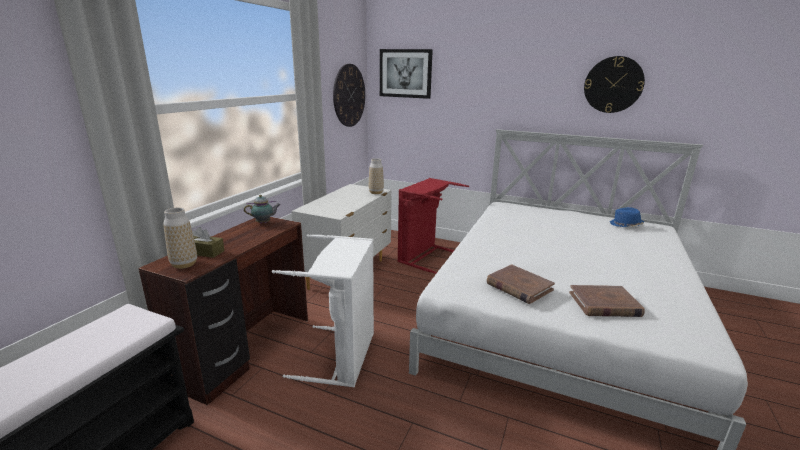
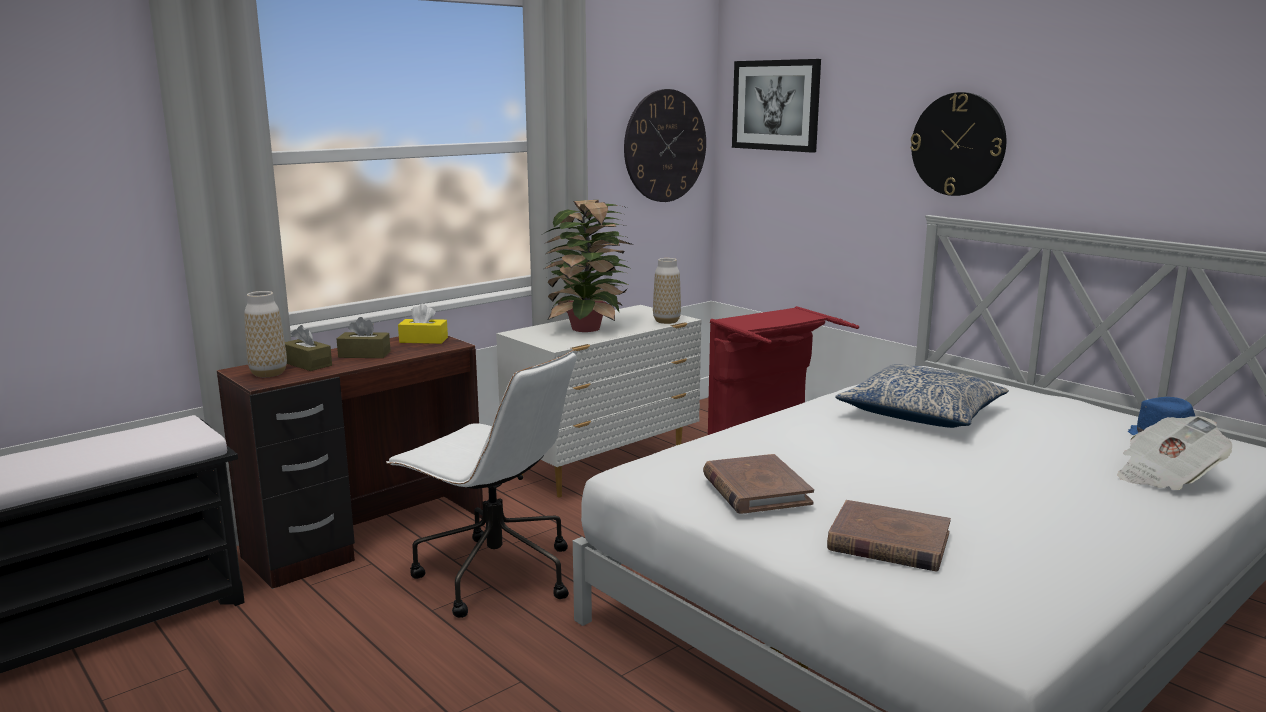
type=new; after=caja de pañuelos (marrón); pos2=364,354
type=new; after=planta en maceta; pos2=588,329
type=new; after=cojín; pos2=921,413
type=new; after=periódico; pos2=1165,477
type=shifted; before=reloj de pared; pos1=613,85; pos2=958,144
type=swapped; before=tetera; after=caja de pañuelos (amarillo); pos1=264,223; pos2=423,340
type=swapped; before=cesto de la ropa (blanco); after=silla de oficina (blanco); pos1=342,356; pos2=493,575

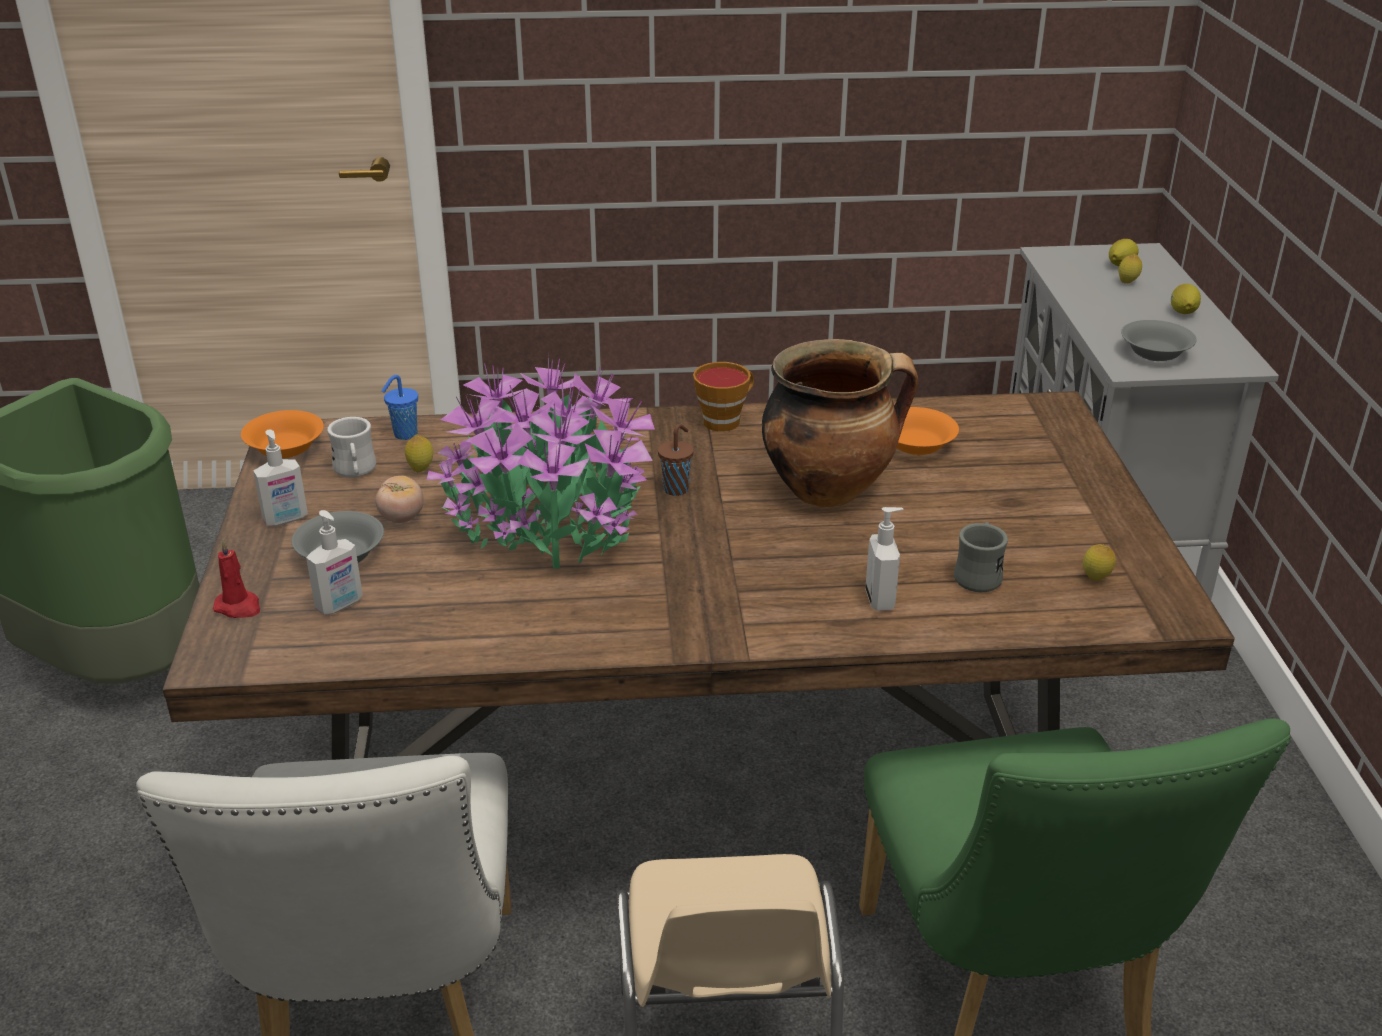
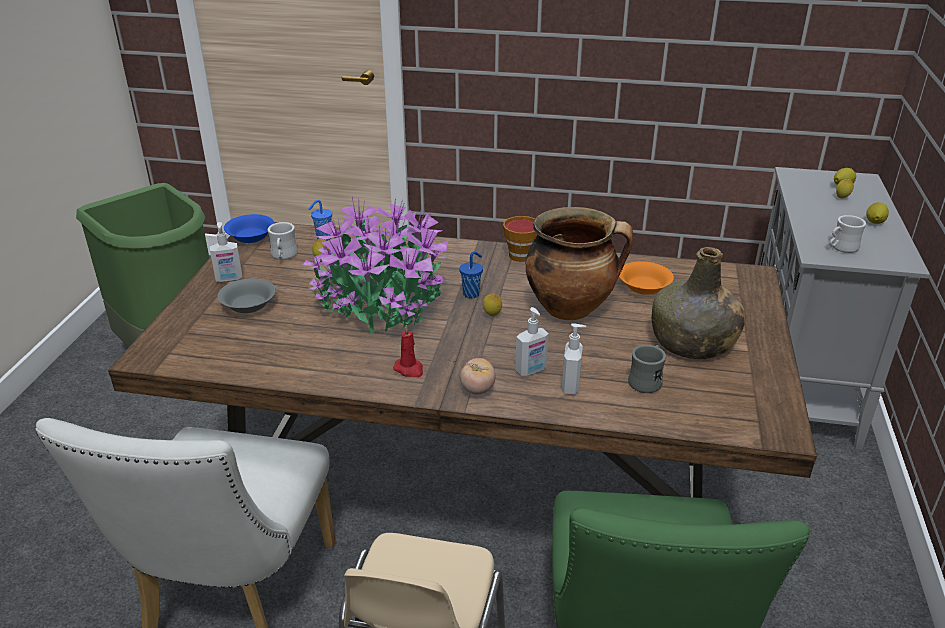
type=new; after=botella (verde); pos2=692,343
type=shifted; before=vela (rojo); pos1=239,607; pos2=409,369
type=shifted; before=dispensador de jabón; pos1=340,605; pos2=531,371
type=shifted; before=tomate; pos1=402,518; pos2=477,389
type=shifted; before=limón; pos1=1095,580; pos2=492,316
type=swapped; before=cuenco (gris); after=taza grande (blanco); pos1=1155,354; pos2=841,248
type=repainted; before=cuenco (naranja); after=cuenco (azul); pos1=285,448; pos2=250,237
type=repainted; before=taza (marrón); after=taza (azul); pos1=677,489; pos2=472,294

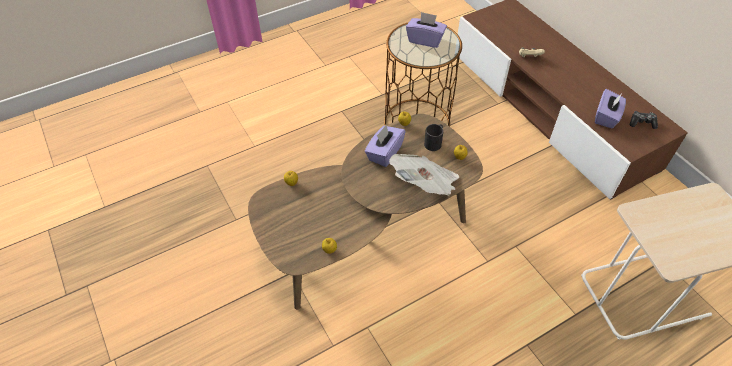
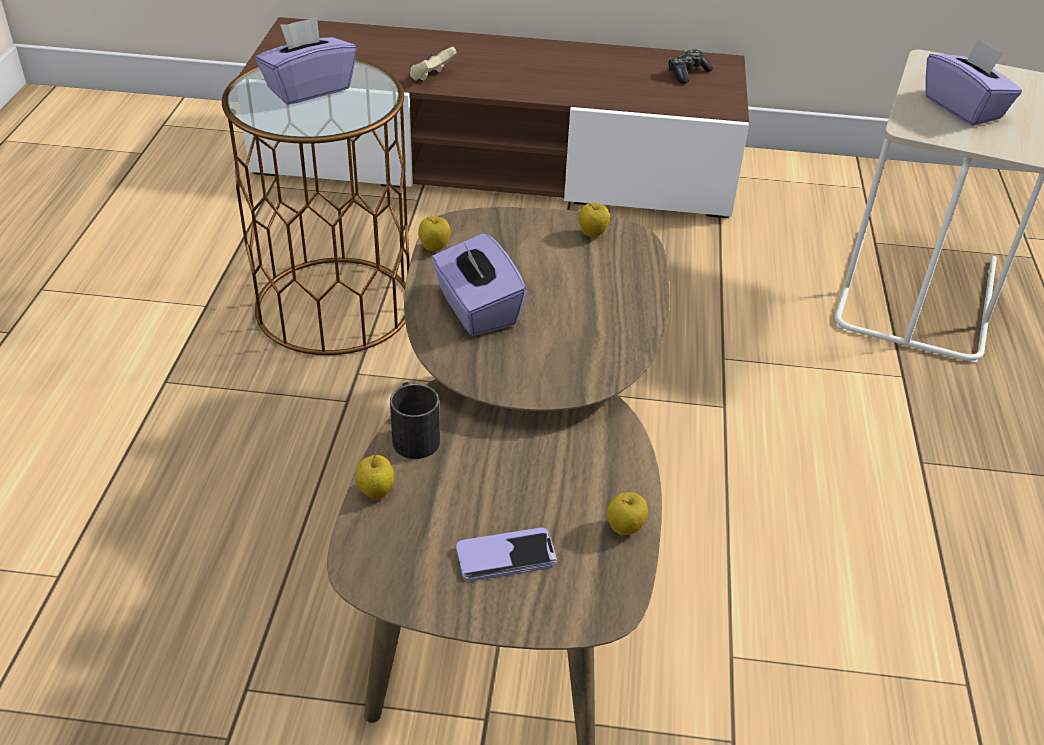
type=gone; before=periódico; pos1=425,185
type=new; after=móvil; pos2=506,556
type=shifted; before=taza grande (negro); pos1=434,142; pos2=413,434
type=shifted; before=caja de pañuelos (morado); pos1=606,117; pos2=963,108

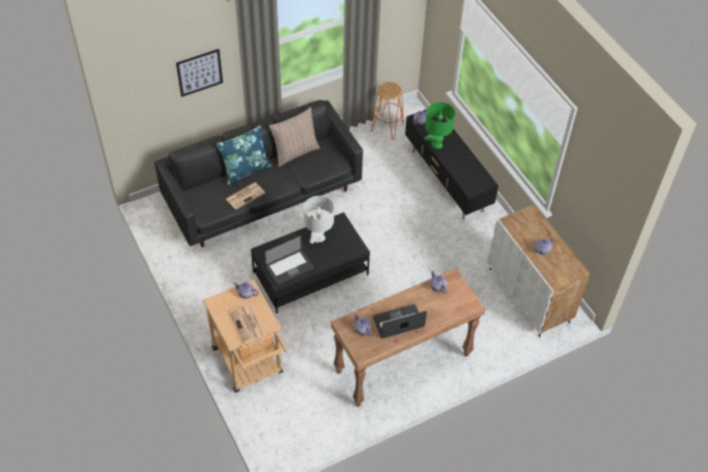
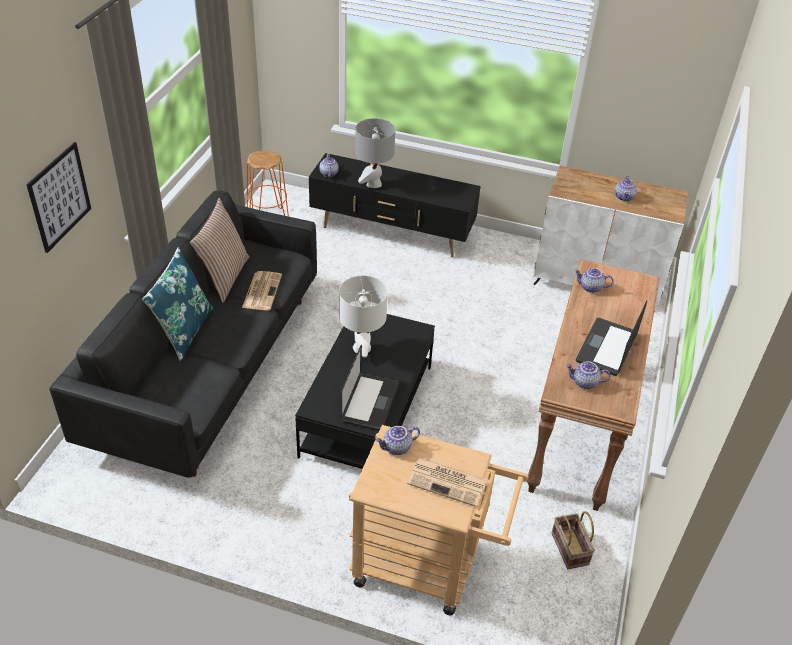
type=new; after=cesta; pos2=571,549
type=shifted; before=periódico; pos1=245,195; pos2=262,290
type=repainted; before=lámpara de mesa (verde); after=lámpara de mesa (gris); pos1=436,144; pos2=373,184

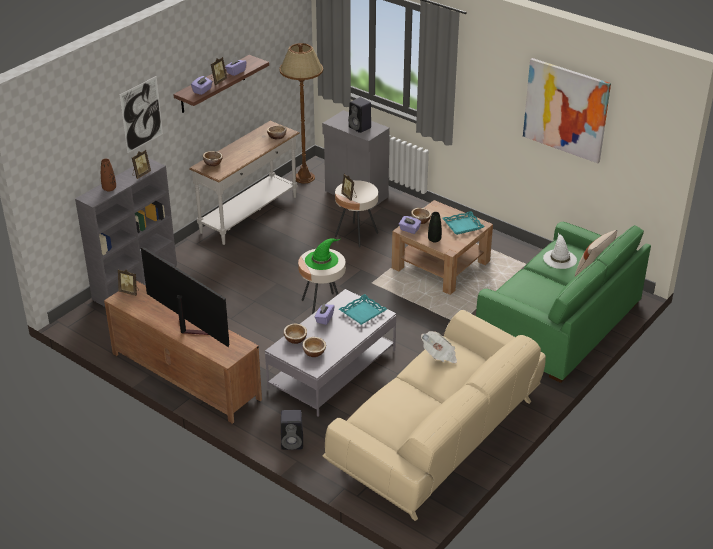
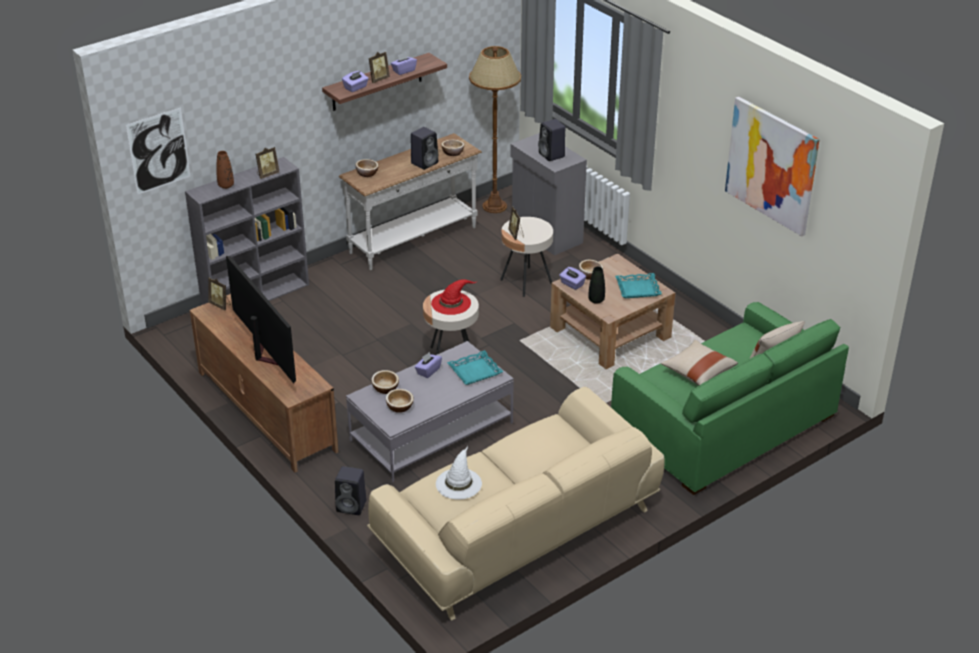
type=gone; before=periódico; pos1=439,355
type=new; after=altavoz (negro); pos2=425,162
type=new; after=cojín (beis); pos2=698,372
type=shifted; before=cuadro; pos1=141,114; pos2=158,151
type=shifted; before=sombrero (blanco); pos1=559,258; pos2=458,483
type=repainted; before=sombrero (verde); after=sombrero (rojo); pos1=322,259; pos2=451,303

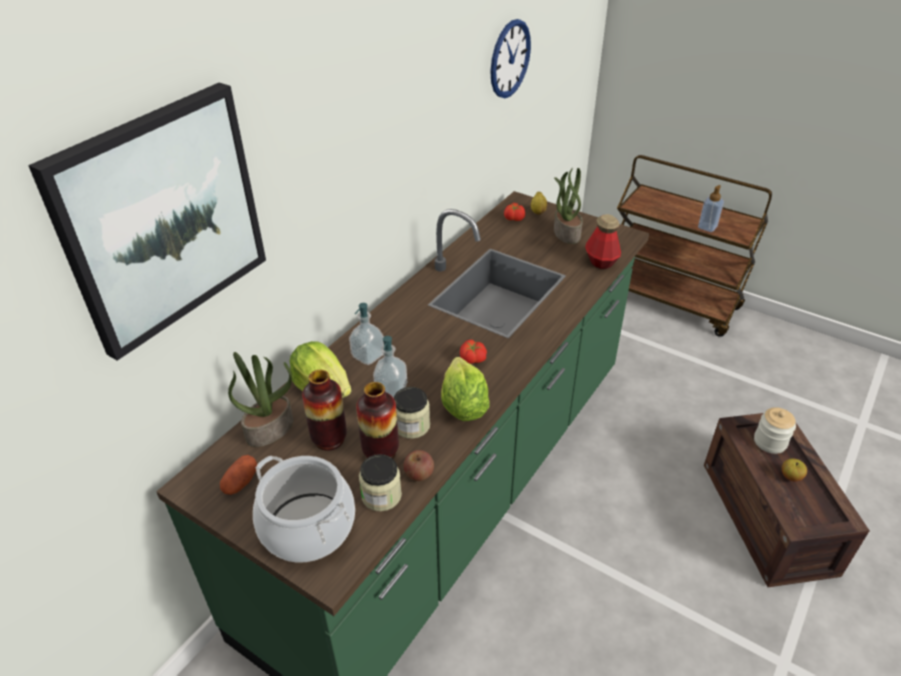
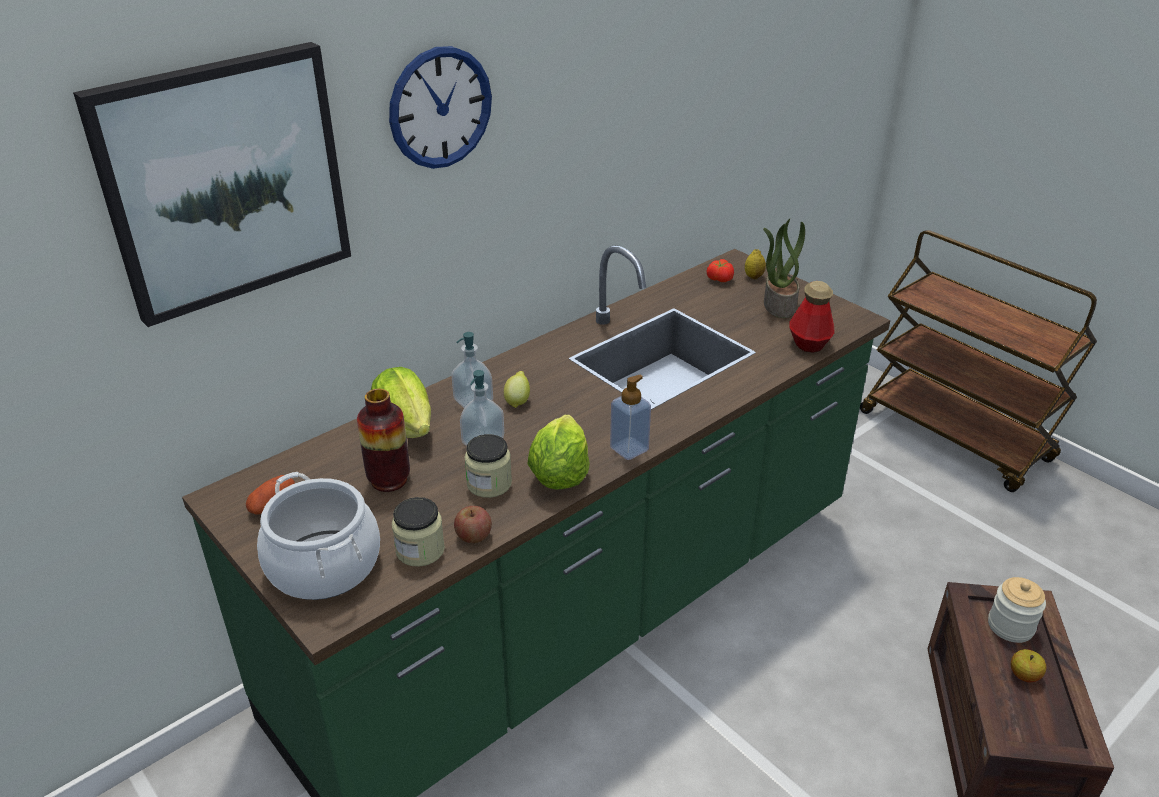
type=gone; before=planta en maceta; pos1=270,429
type=gone; before=florero; pos1=380,452
type=gone; before=tomate; pos1=472,359
type=new; after=limón; pos2=517,401
type=shifted; before=reloj de pared; pos1=509,59; pos2=440,108
type=shifted; before=dispensador de jabón; pos1=707,227; pos2=629,449

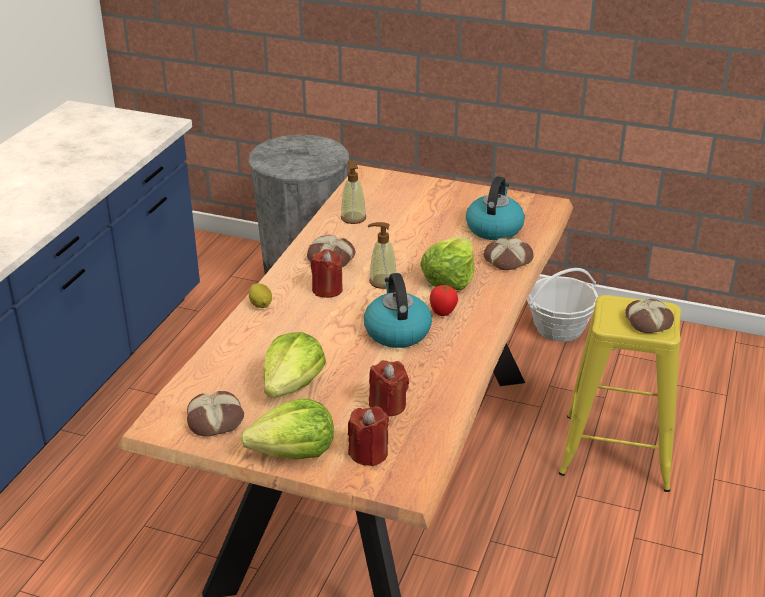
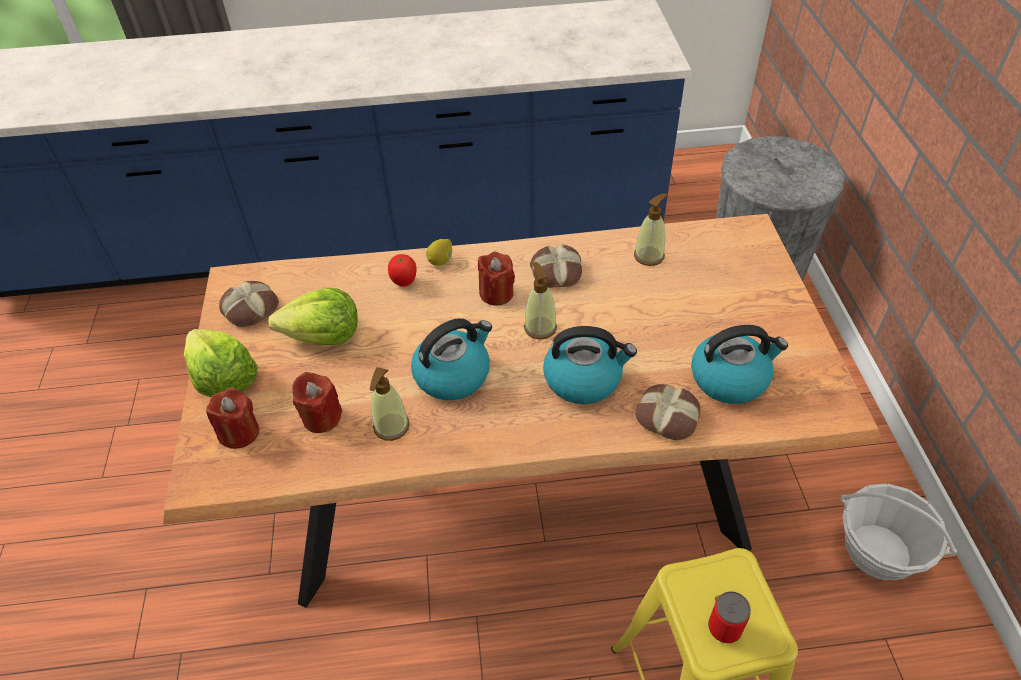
type=new; after=dispensador de jabón; pos2=391,427
type=shifted; before=tomate; pos1=442,313; pos2=404,282
type=swapped; before=lechuga; after=hervidor; pos1=449,279; pos2=584,379
type=swapped; before=pan; after=lata; pos1=649,321; pos2=724,628

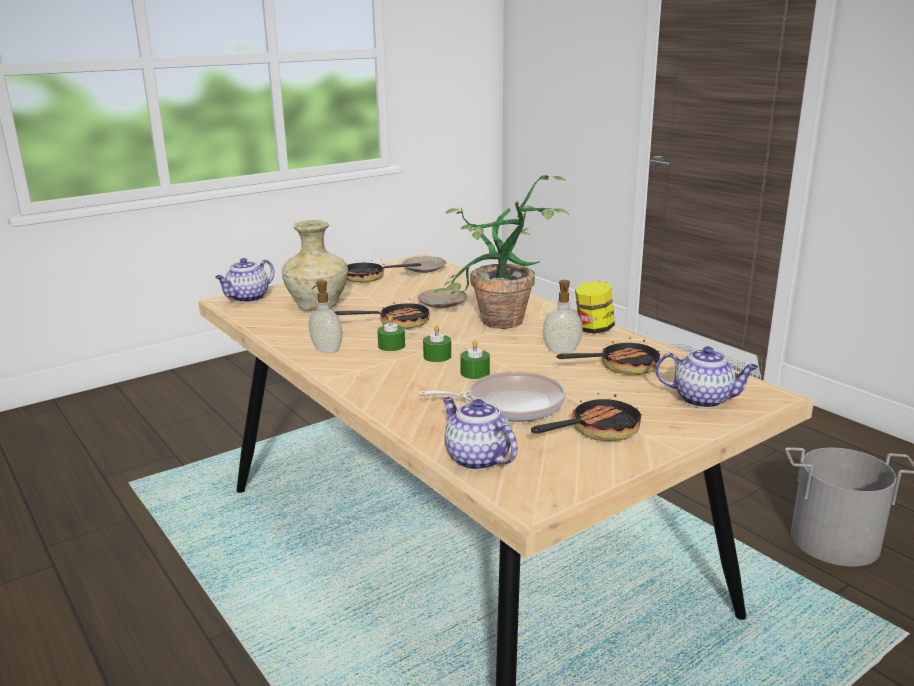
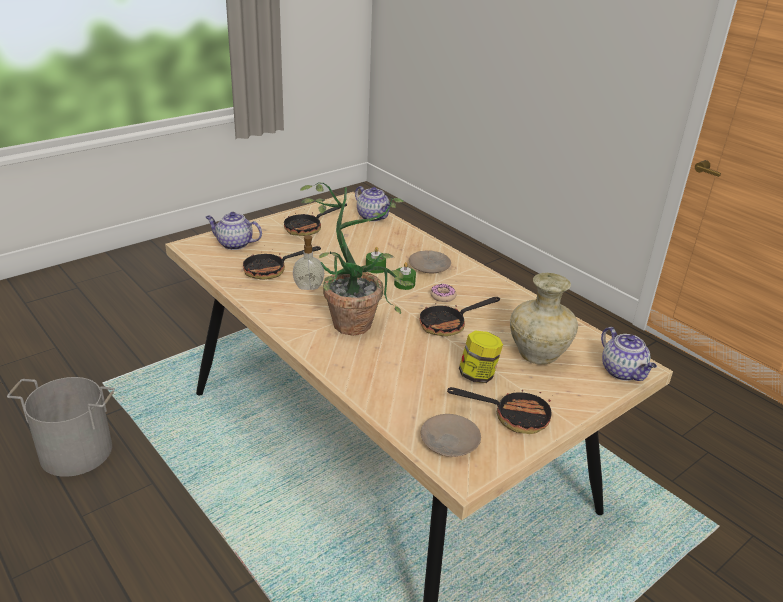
type=gone; before=dispensador de jabón; pos1=326,350
type=gone; before=sartén; pos1=510,404
type=shifted; before=plato (beis); pos1=442,304; pos2=429,266
type=shifted; before=tarro; pos1=593,329; pos2=478,375
type=swapped; before=vela (verde); after=rosquilla; pos1=391,346; pos2=443,296
type=rotated; before=tetera; pos1=247,298; pos2=623,372; turn=120

